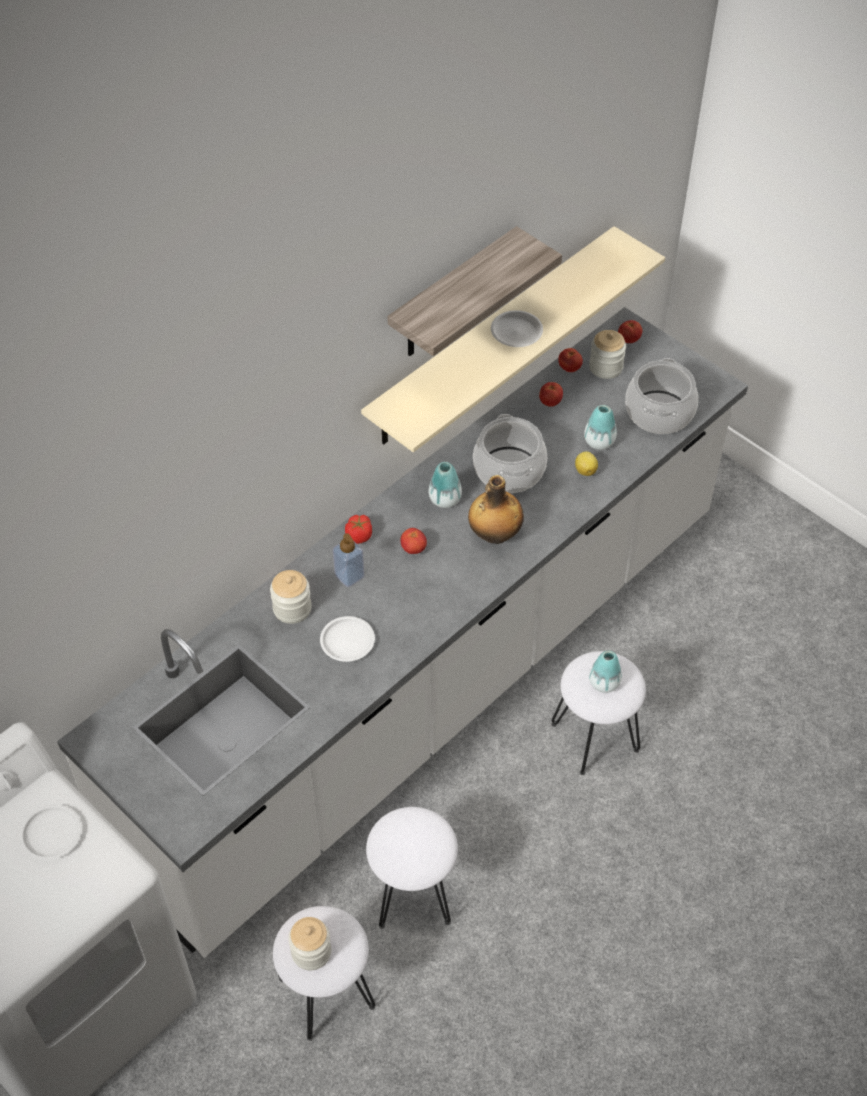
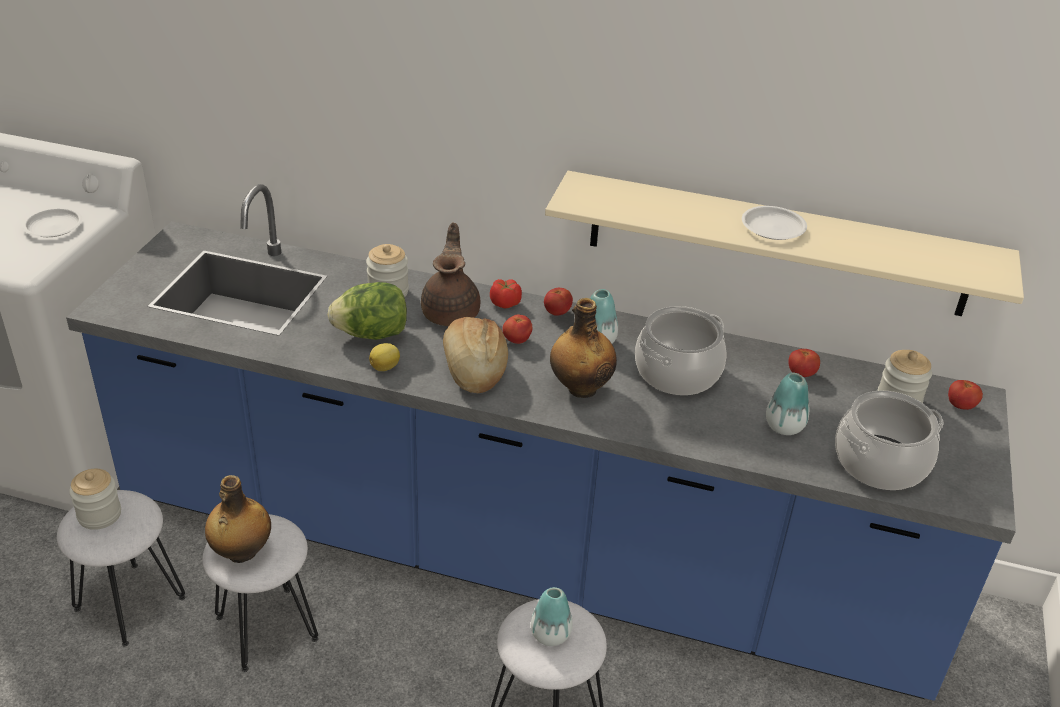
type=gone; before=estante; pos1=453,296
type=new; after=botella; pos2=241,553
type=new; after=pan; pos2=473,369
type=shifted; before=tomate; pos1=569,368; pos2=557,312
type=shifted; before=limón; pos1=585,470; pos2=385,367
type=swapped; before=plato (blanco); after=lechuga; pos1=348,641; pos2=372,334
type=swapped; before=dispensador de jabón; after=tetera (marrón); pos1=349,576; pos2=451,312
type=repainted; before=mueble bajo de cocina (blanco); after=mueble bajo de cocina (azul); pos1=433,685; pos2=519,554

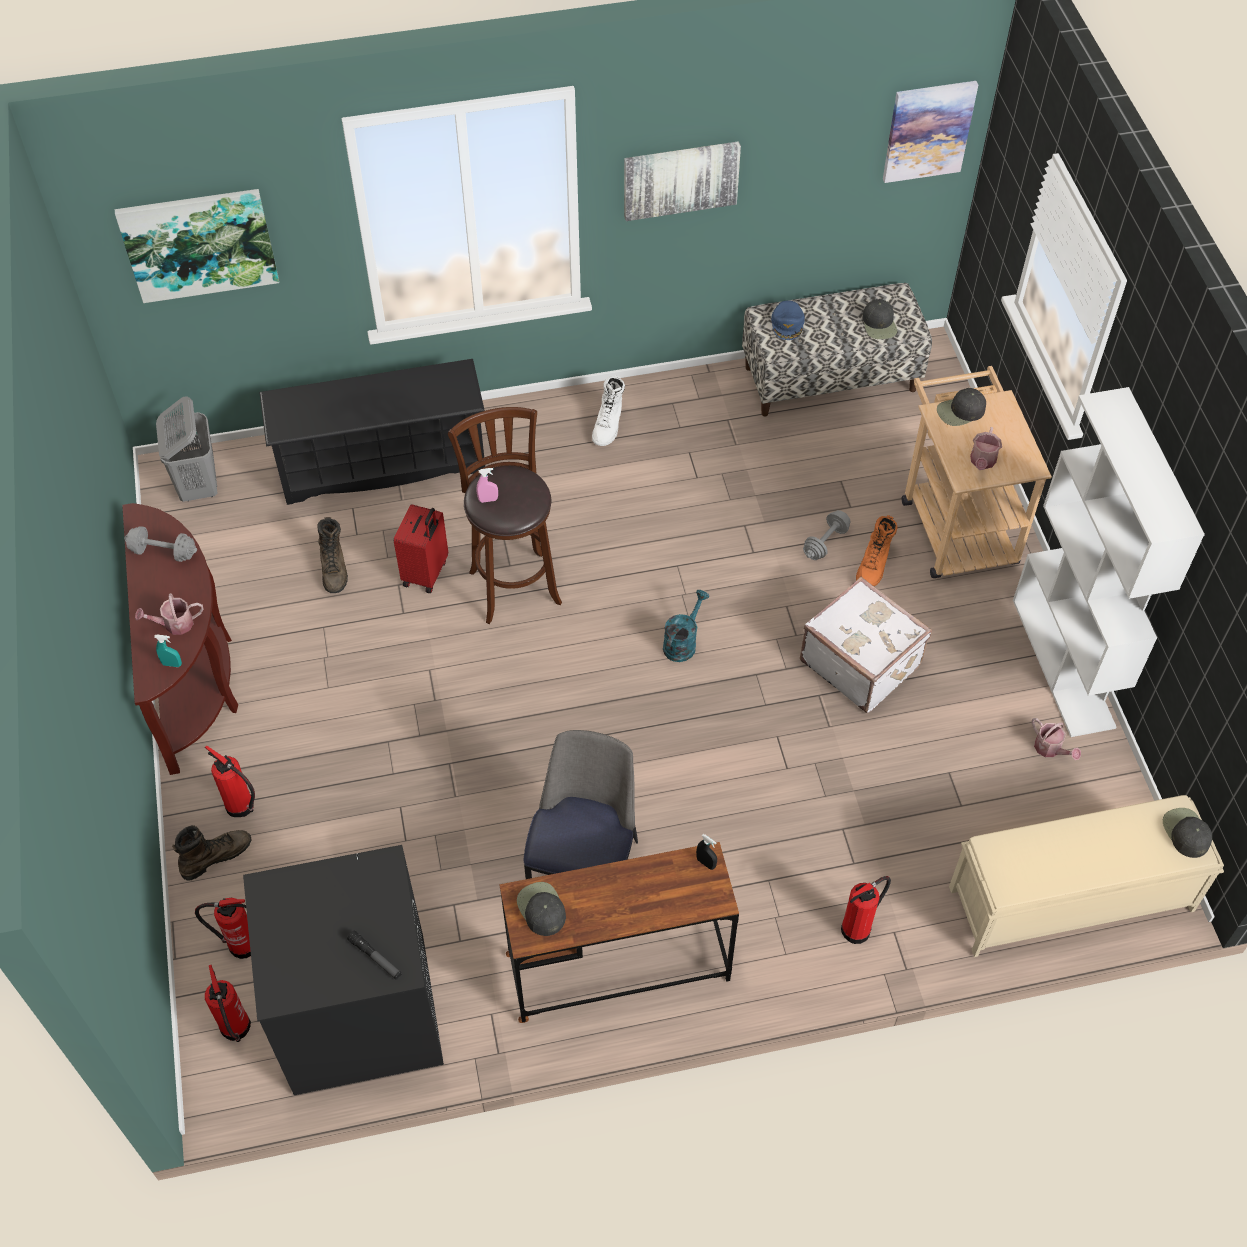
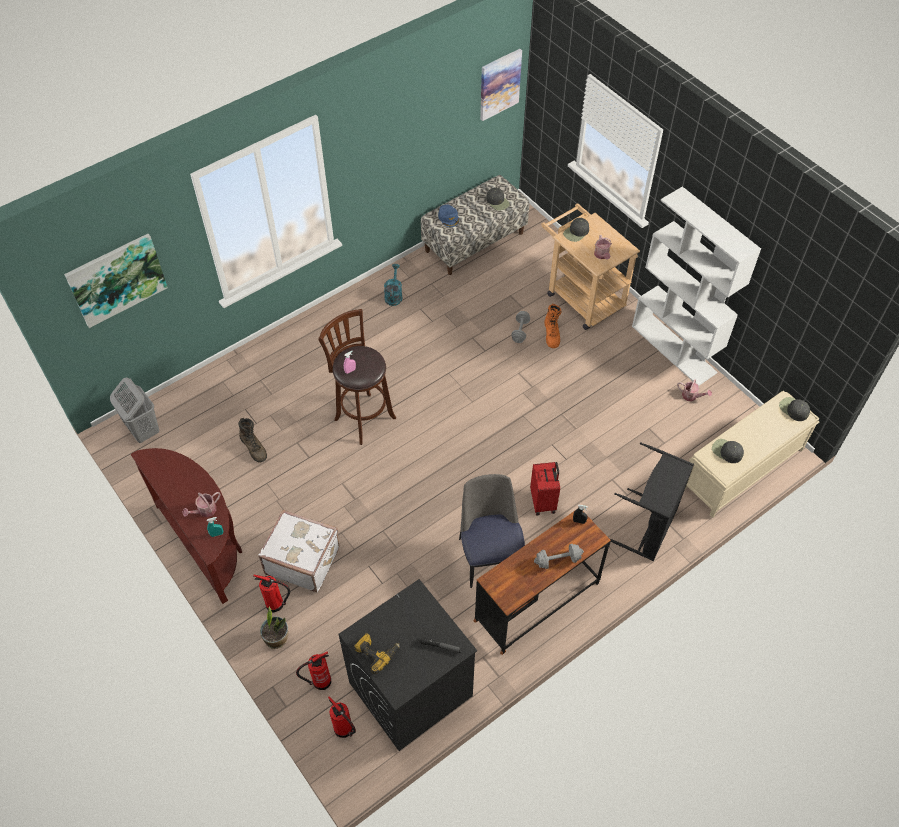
type=gone; before=zapatero (negro); pos1=383,463
type=gone; before=bota (blanco); pos1=608,425
type=gone; before=cuadro; pos1=680,179
type=new; after=taladro; pos2=376,652
type=shifted; before=mancuerna (gris); pos1=163,552; pos2=558,560
type=shifted; before=maleta (rojo); pos1=426,573; pos2=543,501
type=shifted; before=gorra (negro); pos1=541,909; pos2=726,451
type=shifted; before=regadera (turquesa); pos1=682,642; pos2=393,295
type=shifted; before=maleta (blanco); pos1=861,662; pos2=303,559
type=swapped; before=bota (marrón); after=planta en maceta; pos1=215,856; pos2=277,638
type=swapped; before=extintor; after=cesto de la ropa (negro); pos1=858,928; pos2=648,528

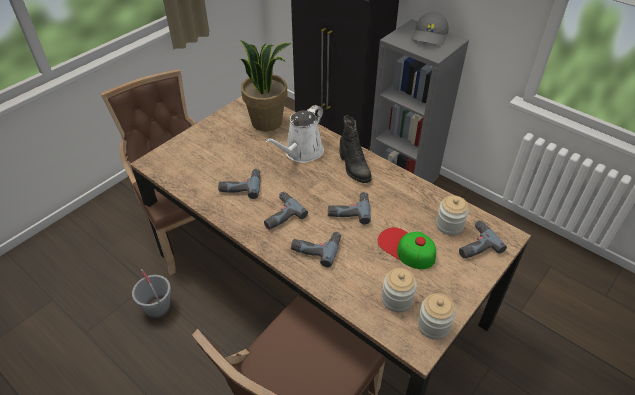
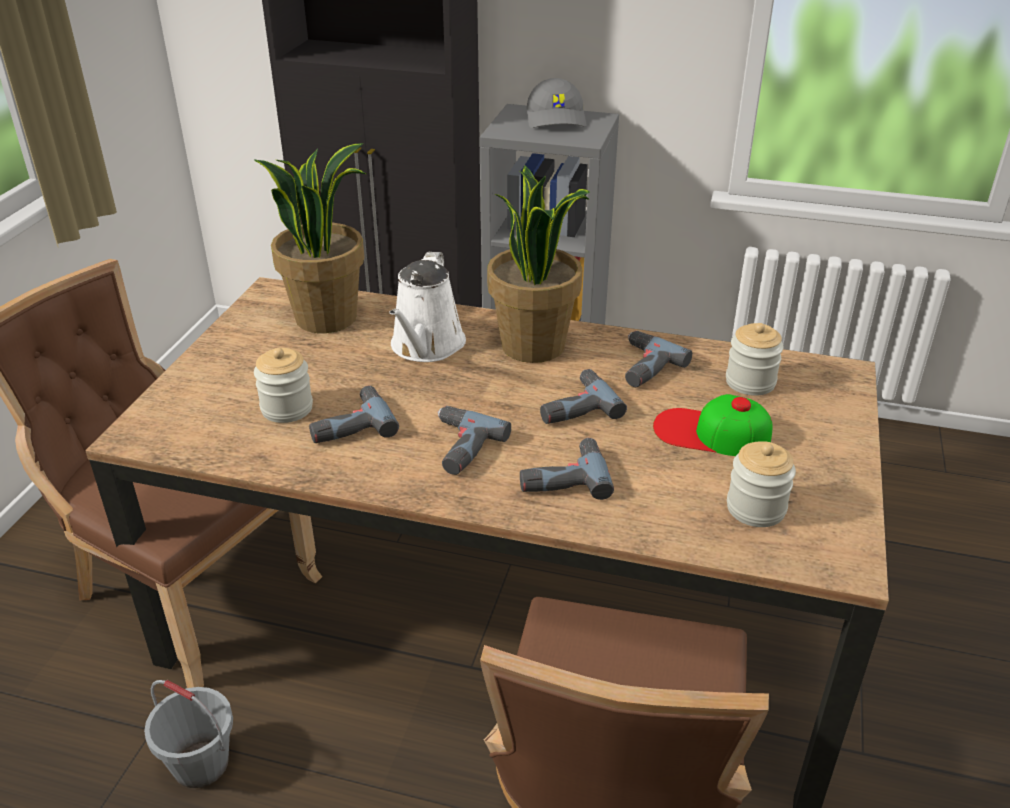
type=shifted; before=tarro; pos1=433,325; pos2=287,408
type=shifted; before=taladro; pos1=474,244; pos2=641,366
type=swapped; before=bota (negro); after=planta en maceta; pos1=353,168; pos2=534,346

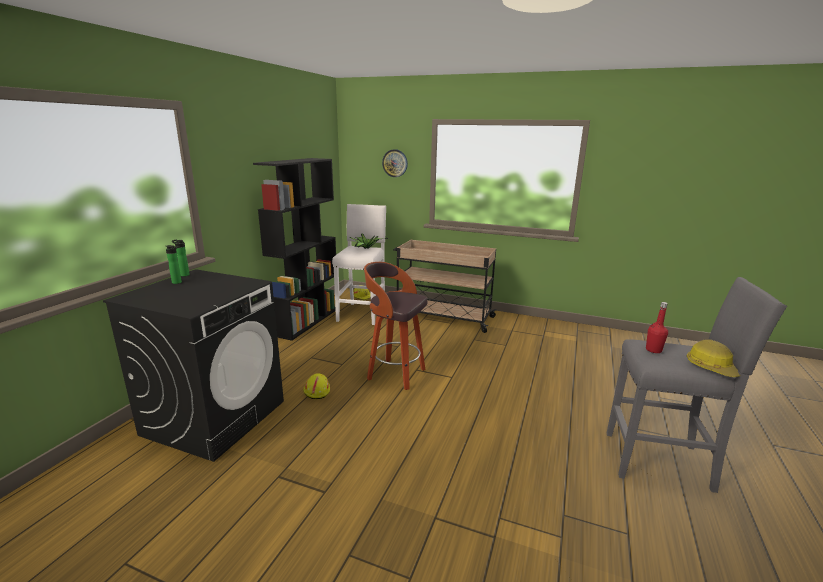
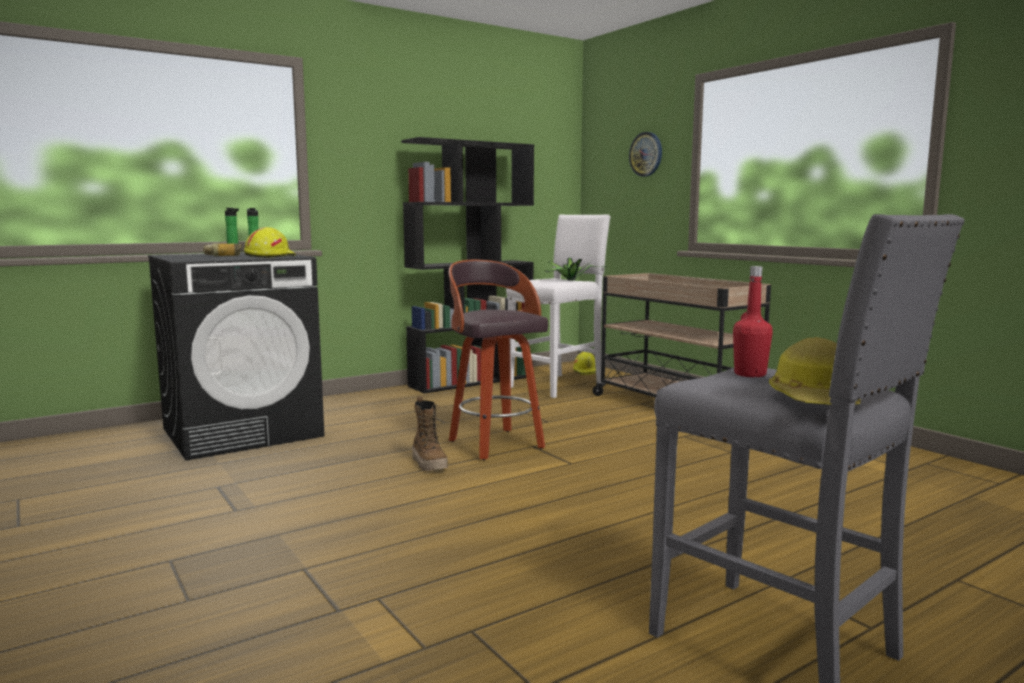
type=new; after=taladro; pos2=224,256
type=new; after=bota; pos2=429,464
type=shifted; before=casco (amarillo); pos1=316,391; pos2=269,256

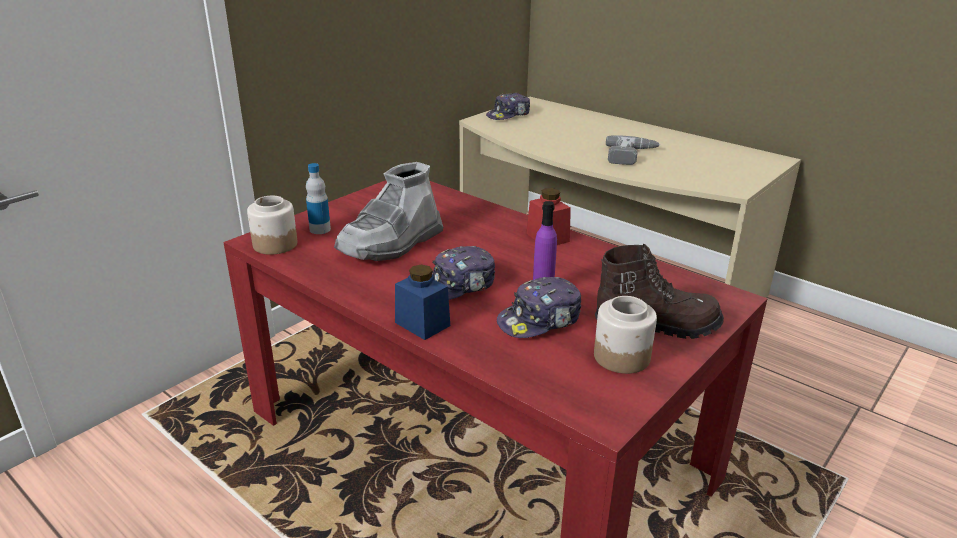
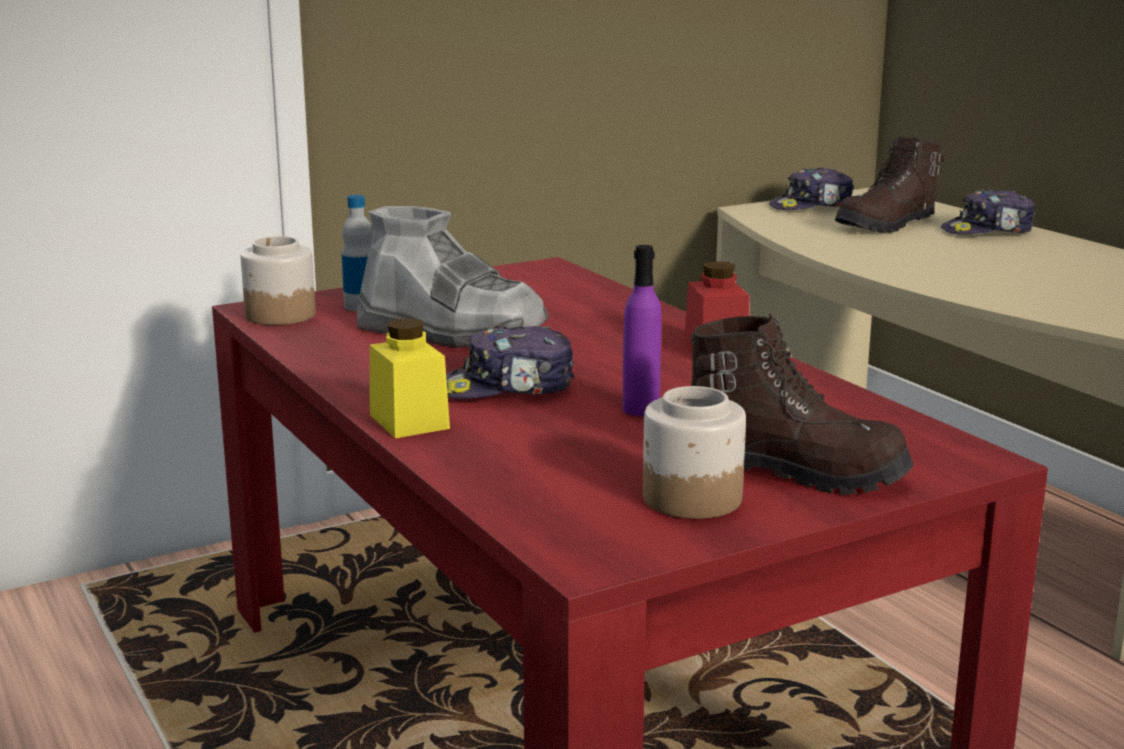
type=gone; before=taladro; pos1=631,156
type=new; after=bota (marrón); pos2=887,225
type=shifted; before=gorra; pos1=540,320; pos2=988,231
type=repainted; before=tarro (azul); after=tarro (amarillo); pos1=422,324; pos2=409,421
type=rotated; before=bota (gris); pos1=391,244; pos2=452,332; turn=-120

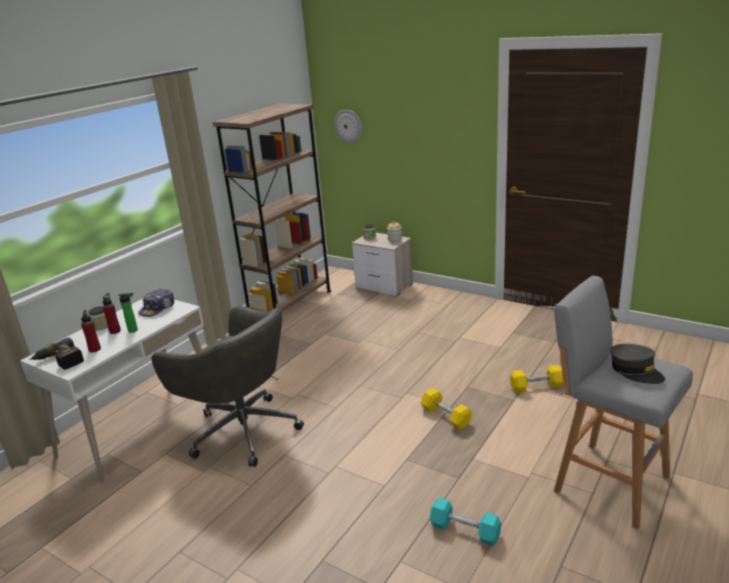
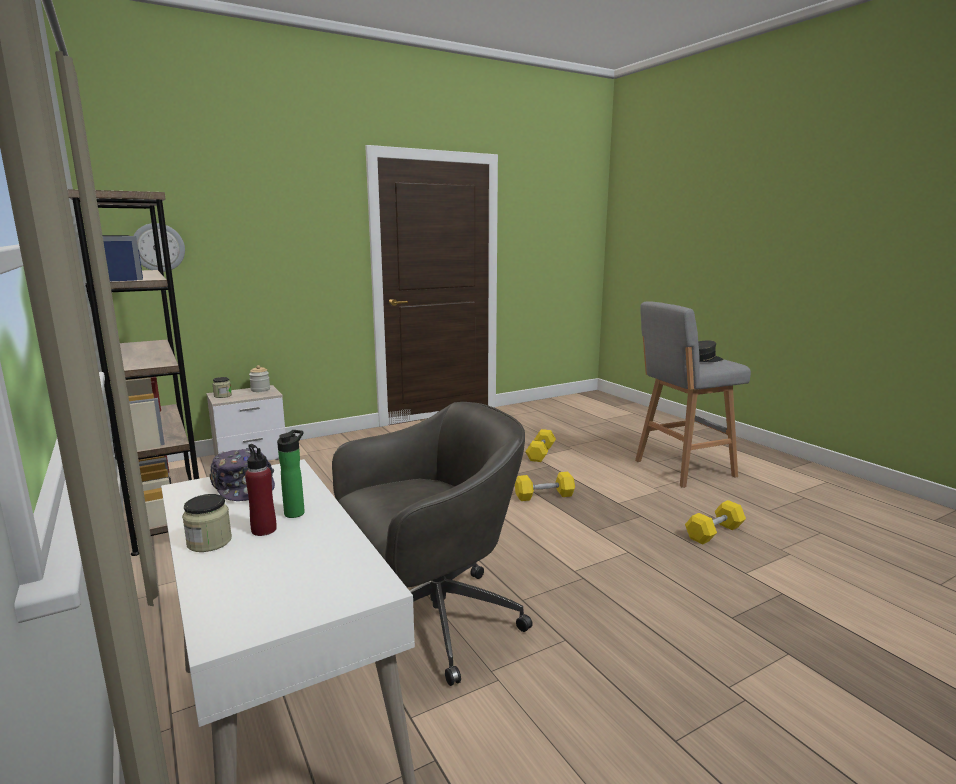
type=gone; before=taladro; pos1=59,361
type=gone; before=botella (rojo); pos1=95,349
type=repainted; before=mancuerna (turquesa); after=mancuerna (amarillo); pos1=465,530; pos2=714,532

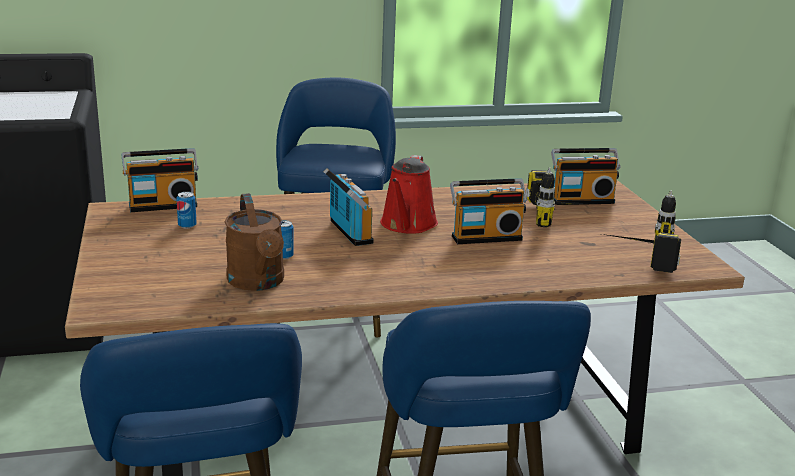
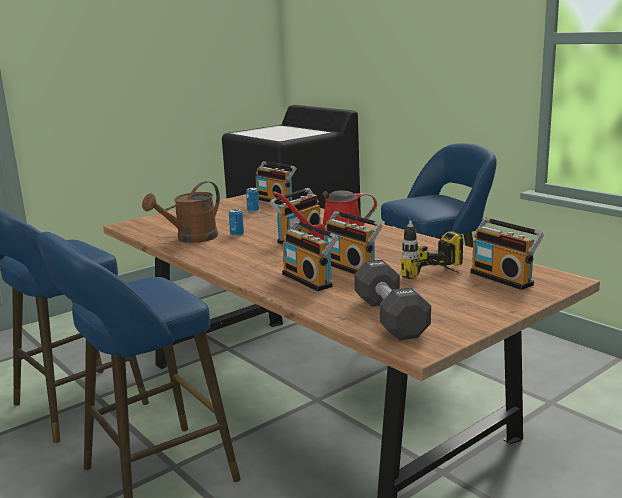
type=new; after=radio; pos2=309,279
type=swapped; before=taladro; after=mancuerna (negro); pos1=635,258; pos2=390,317

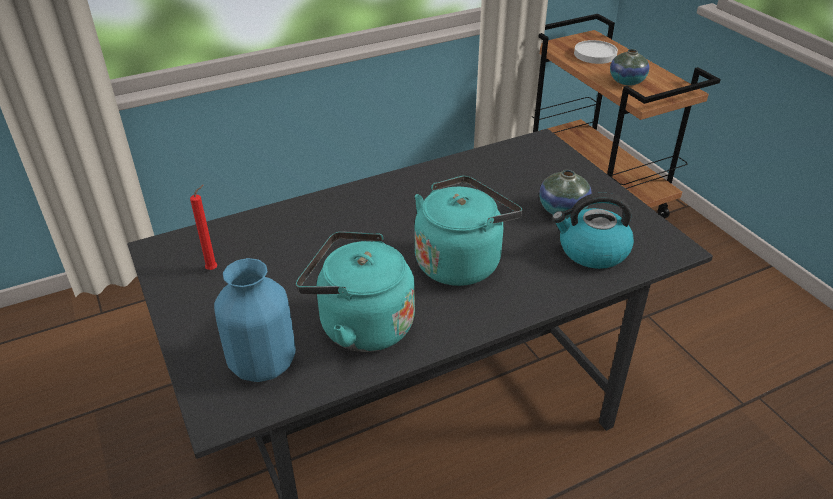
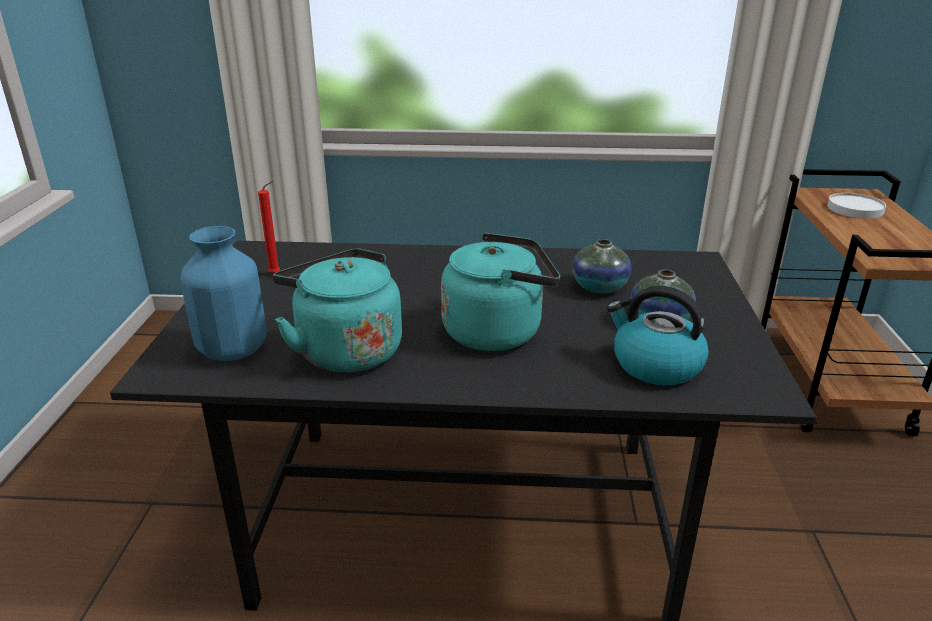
type=shifted; before=florero; pos1=627,81; pos2=599,287

